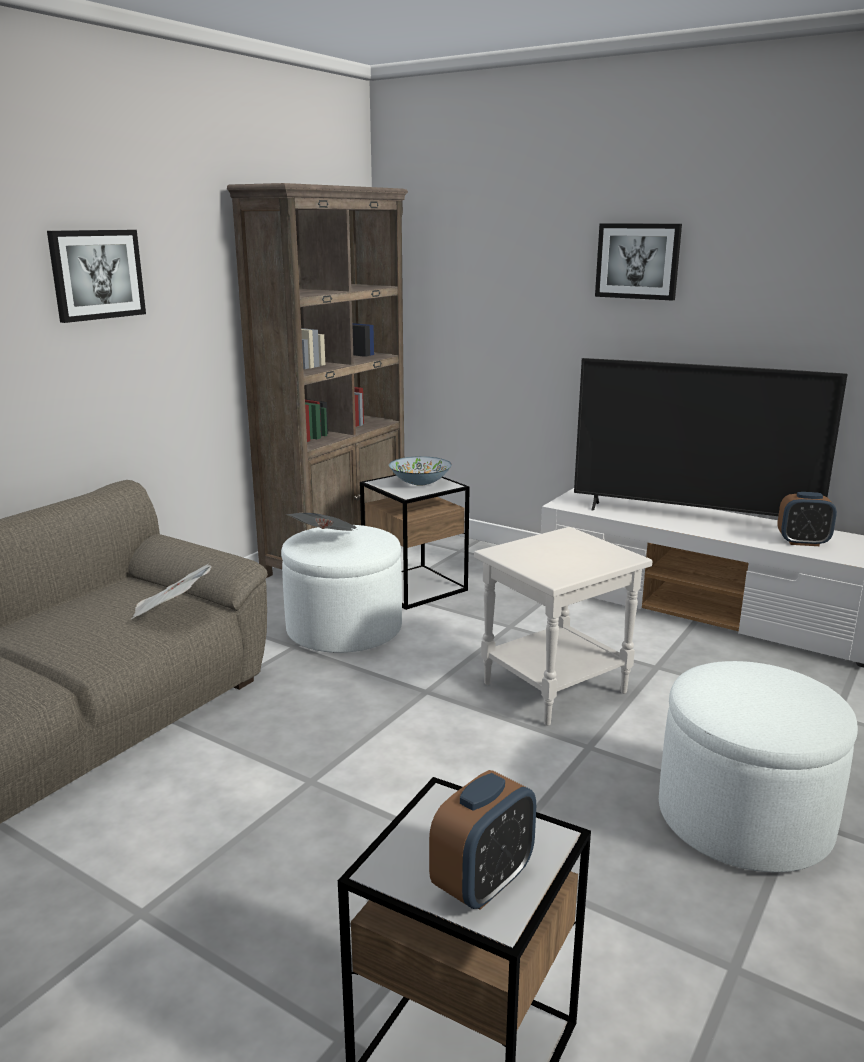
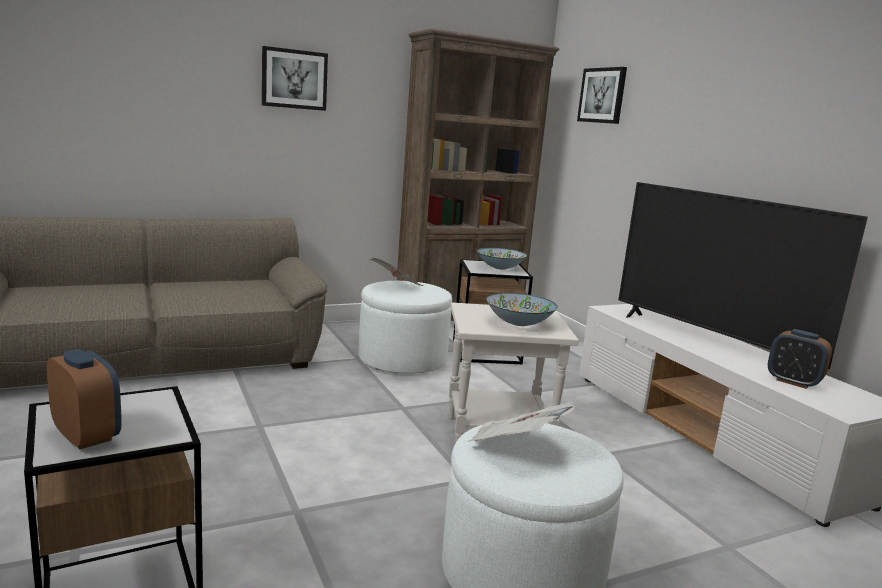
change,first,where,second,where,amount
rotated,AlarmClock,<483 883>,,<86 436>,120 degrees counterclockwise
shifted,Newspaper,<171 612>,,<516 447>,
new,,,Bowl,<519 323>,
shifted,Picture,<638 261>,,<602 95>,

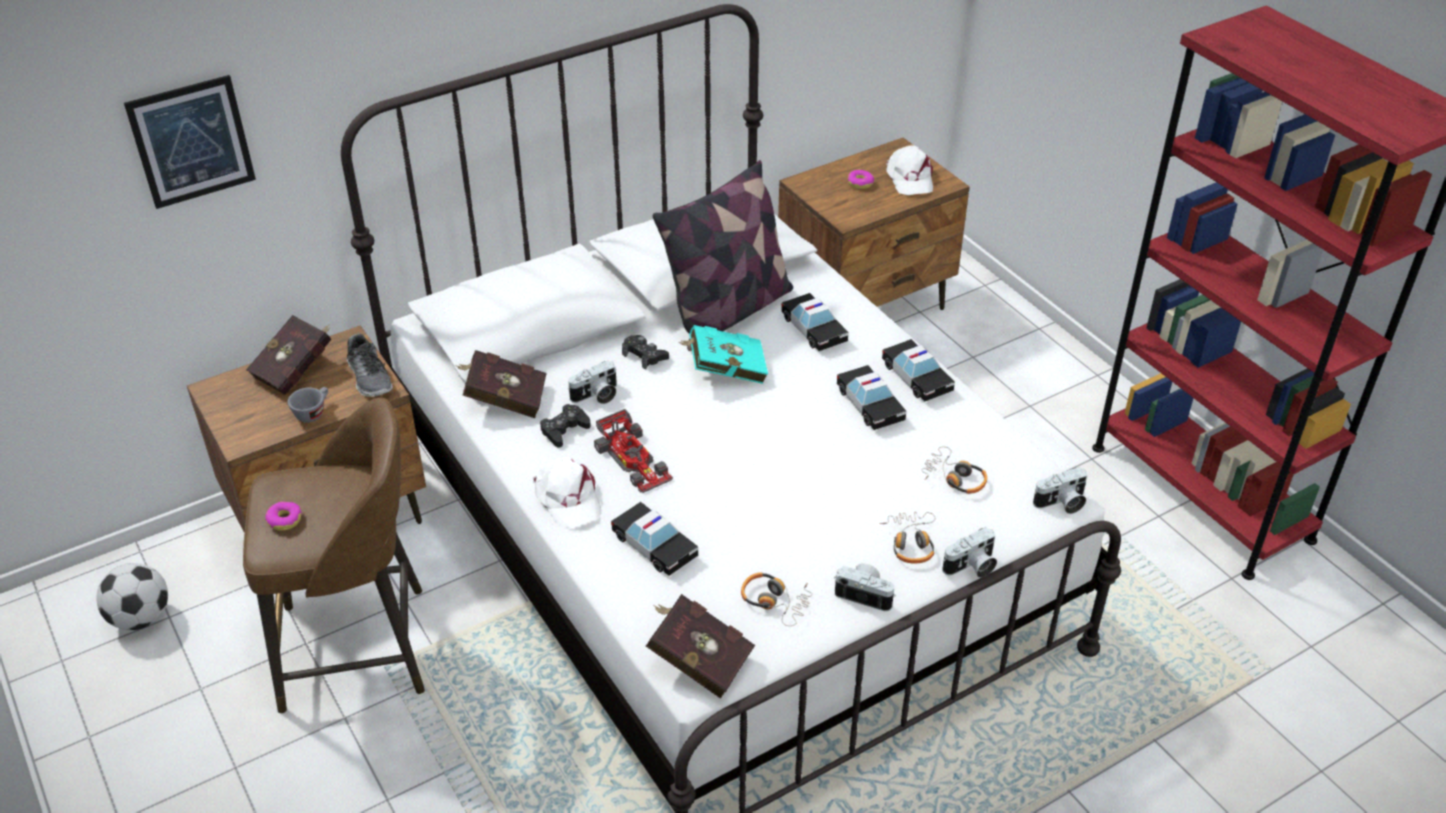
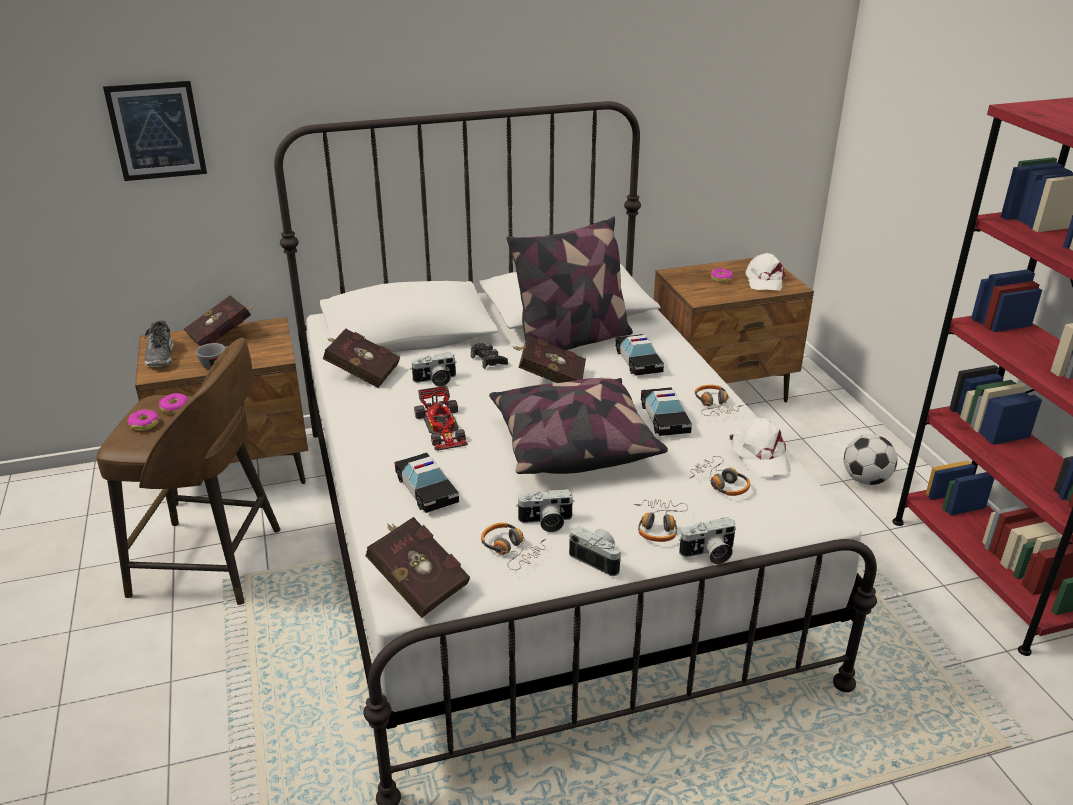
change,first,where,second,where,amount
shifted,Shoe,<370 378>,,<161 355>,
new,,,Donut,<174 408>,
new,,,Pillow,<572 445>,
repainted,TurquoiseBook,<724 370>,RedBook,<549 378>,
shifted,PhotoCamera,<1061 503>,,<546 522>,
swapped,ToyCar,<916 377>,Headphones,<714 406>,
shifted,WhiteCap,<567 498>,,<759 455>,
shifted,Football,<141 618>,,<865 480>,
gone,BlackGameController,<564 430>,,,

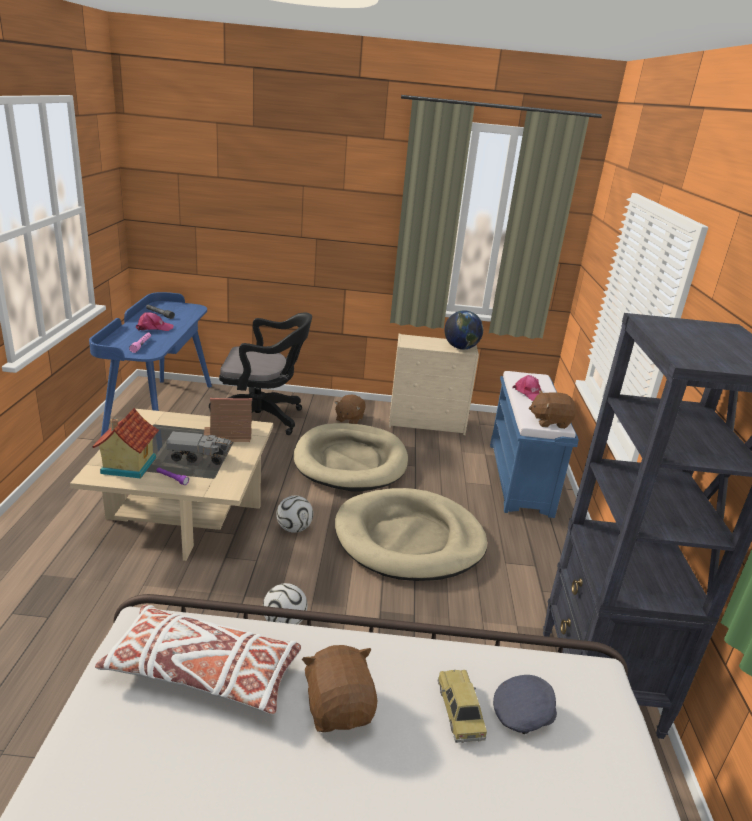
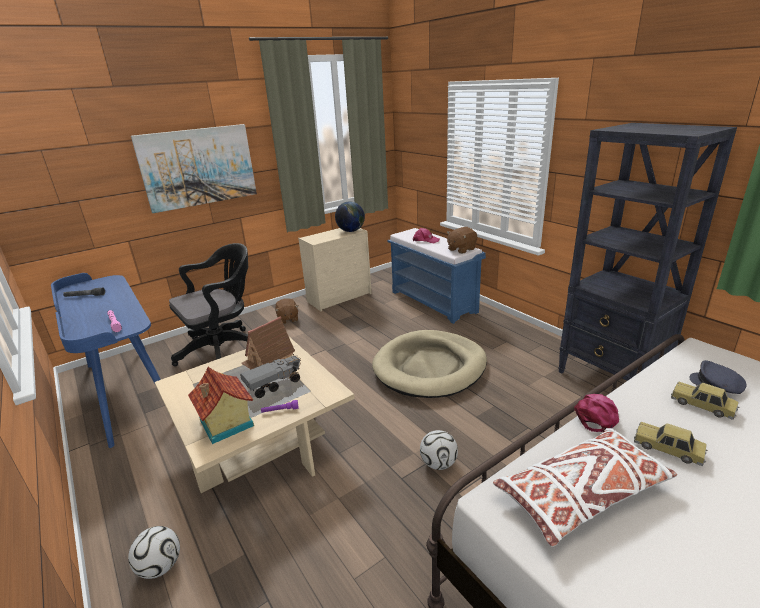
change,first,where,second,where,amount
shifted,Football,<294 528>,,<160 566>,
new,,,Picture,<198 167>,
shifted,PinkCap,<154 328>,,<597 415>,
swapped,BrownPlushToy,<339 708>,ToyCar,<668 449>,
rotated,GreyCap,<522 712>,,<716 385>,75 degrees counterclockwise
gone,BeigeDogBed,<350 461>,,,

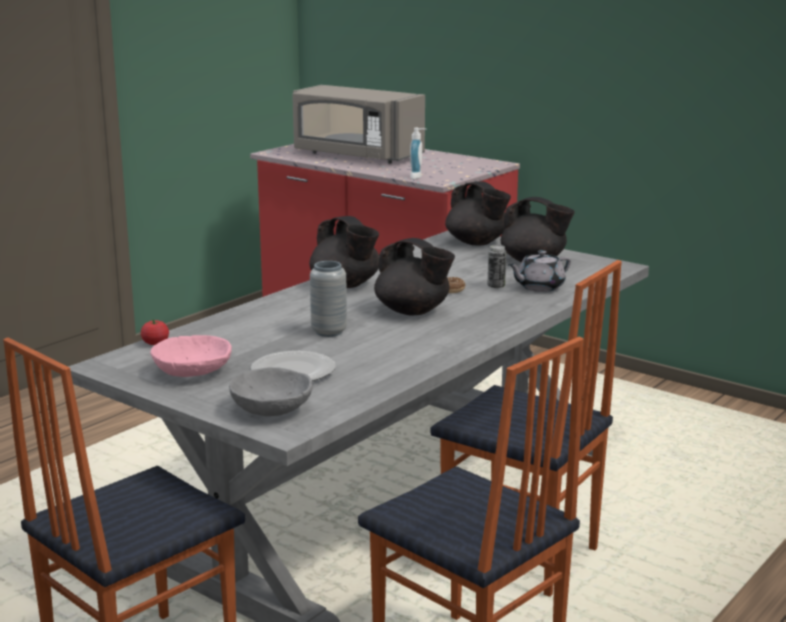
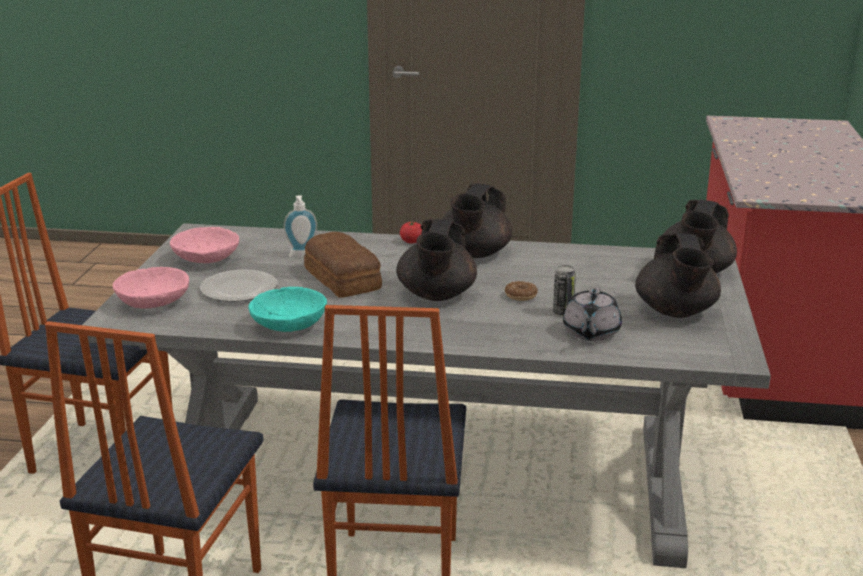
change,first,where,second,where,amount
repainted,GreyBowl,<271 409>,PinkBowl,<153 303>,
new,,,TurquoiseBowl,<289 325>,
shifted,SoapDispenser,<418 177>,,<302 256>,
swapped,GreyVase,<329 332>,Bread,<343 278>,
shifted,Tomato,<155 343>,,<411 241>,
rotated,GreyTeapot,<539 287>,,<591 332>,105 degrees counterclockwise
gone,GreyMicrowave,<356 155>,,,

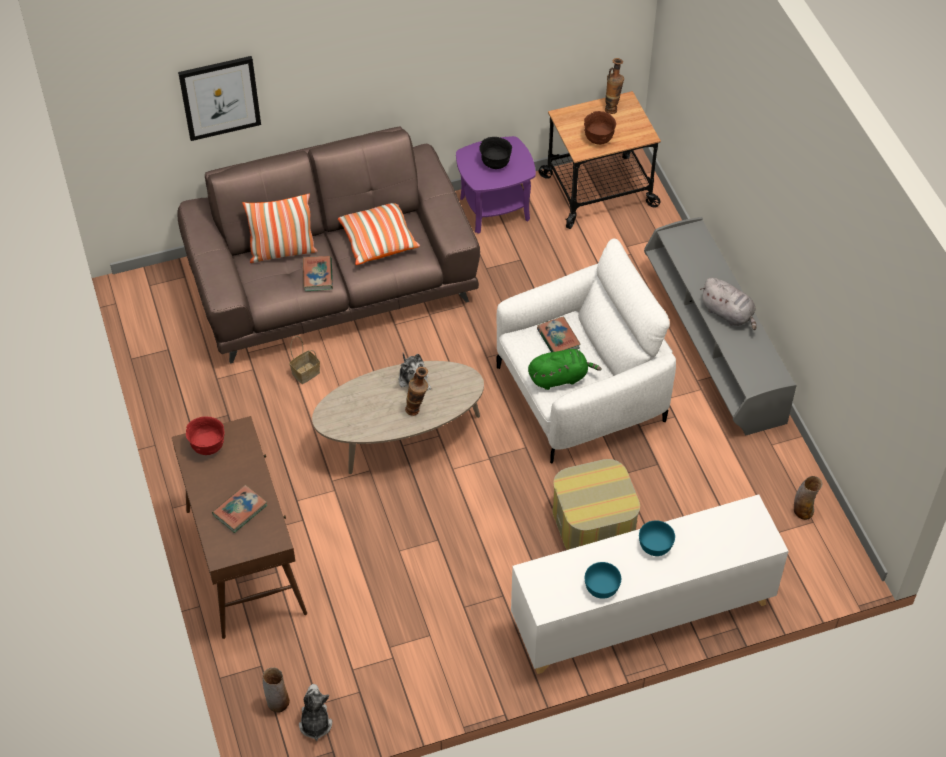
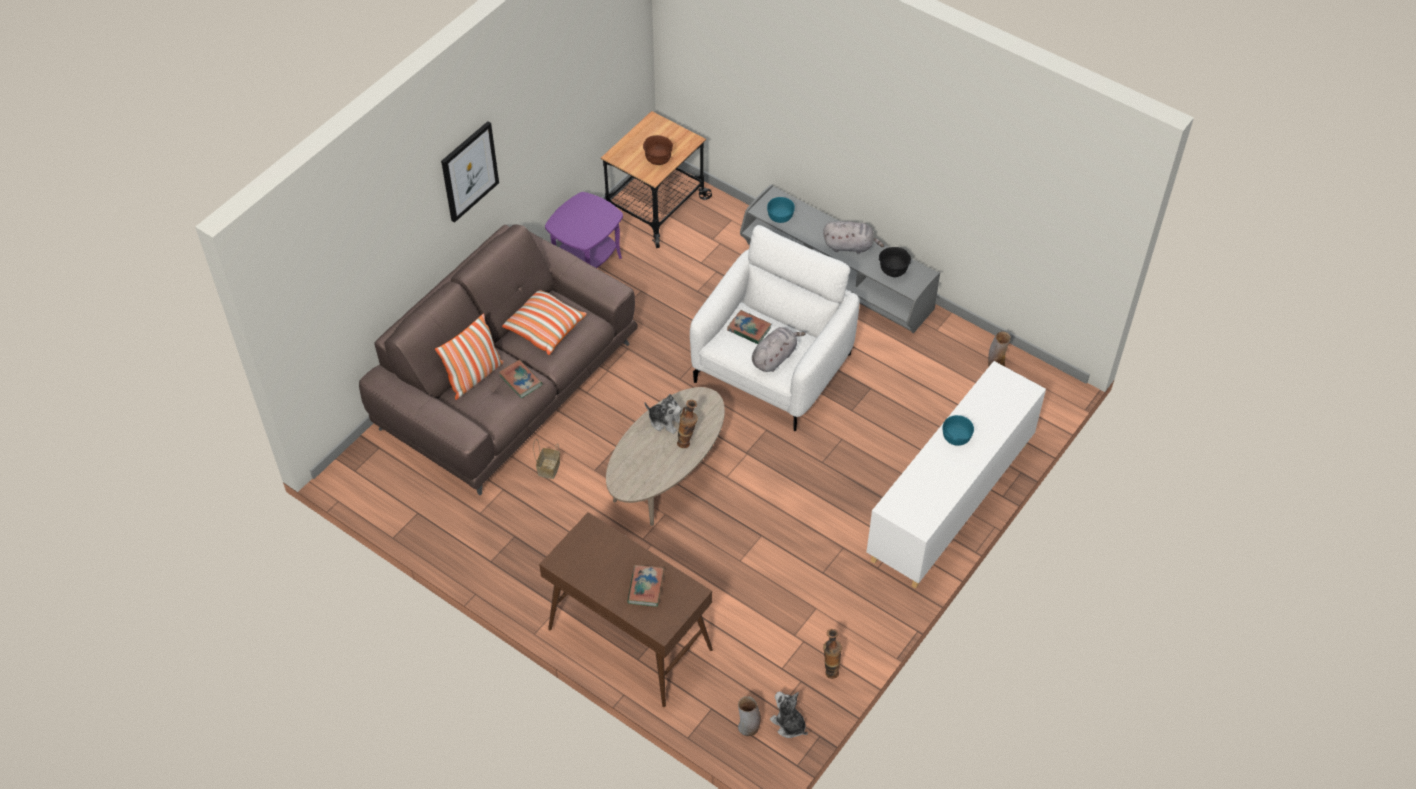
change,first,where,second,where,amount
shifted,Picture,<220 97>,,<469 171>,
repainted,GreenPlushToy,<560 378>,GreyPlushToy,<775 357>,
shifted,TurquoiseBowl,<601 586>,,<780 216>,
shifted,Vase,<612 108>,,<830 669>,
shifted,BlackBowl,<495 163>,,<893 271>,
gone,RedBowl,<208 446>,,,
gone,Ottoman,<594 521>,,,

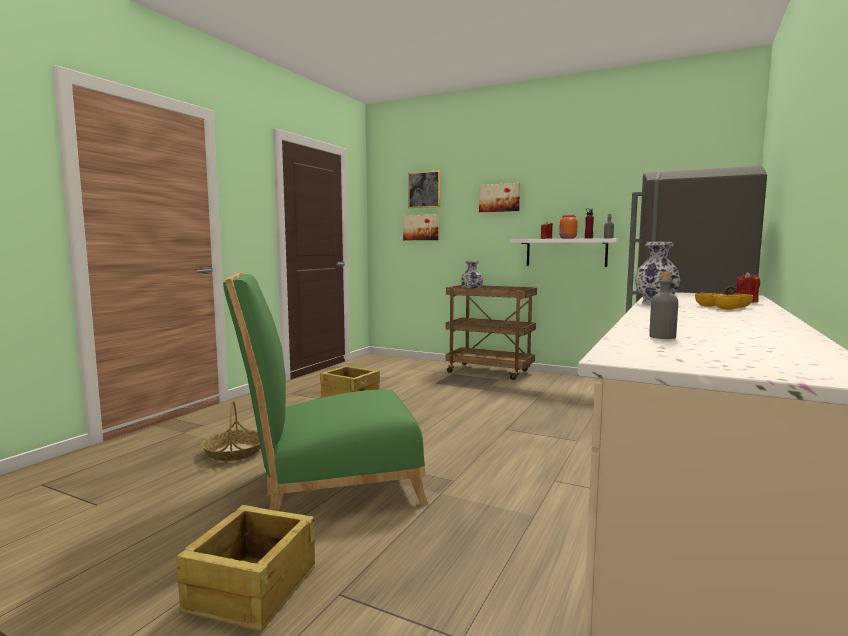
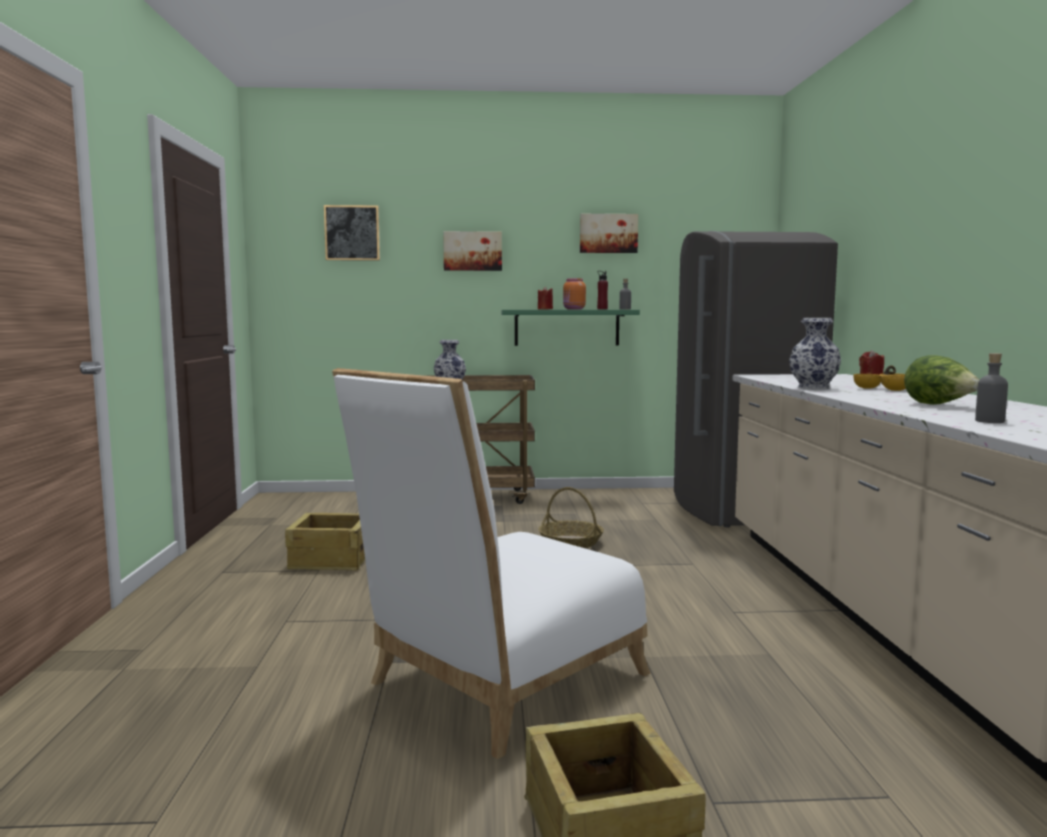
change,first,where,second,where,amount
repainted,GreenChair,<329 485>,WhiteChair,<497 684>,
repainted,WhiteShelf,<566 252>,GreenShelf,<566 327>,
shifted,Basket,<235 452>,,<571 542>,
shifted,Picture,<421 227>,,<608 233>,
new,,,Lettuce,<939 405>,

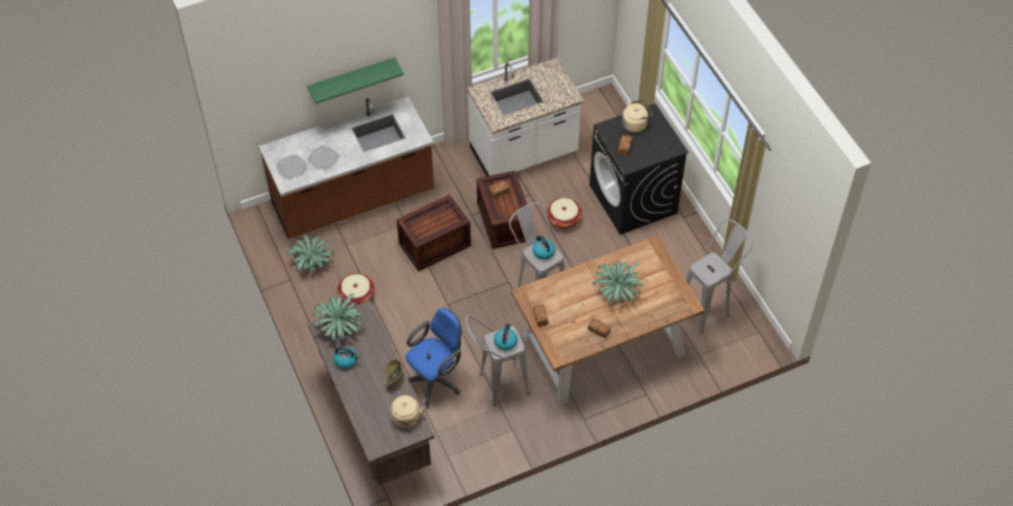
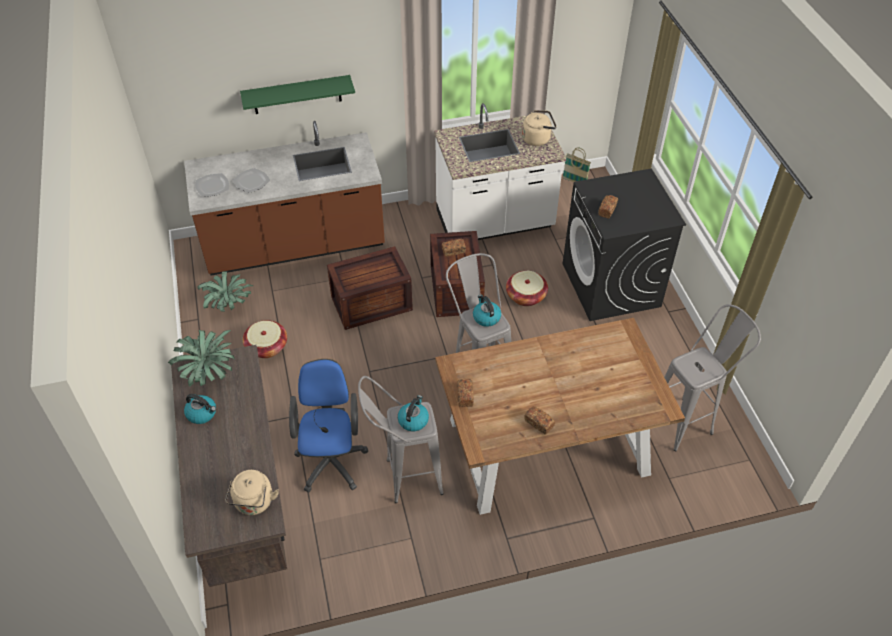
change,first,where,second,where,amount
rotated,BlueOfficeChair,<436 380>,,<331 459>,60 degrees counterclockwise
shifted,BeigeKettle,<636 124>,,<537 138>,
new,,,Basket,<574 181>,
gone,Bowl,<393 378>,,,
gone,PottedPlant,<617 292>,,,

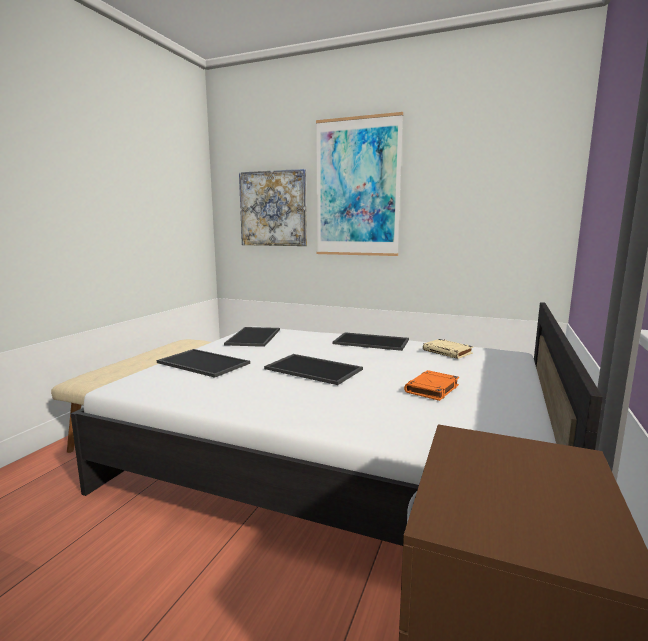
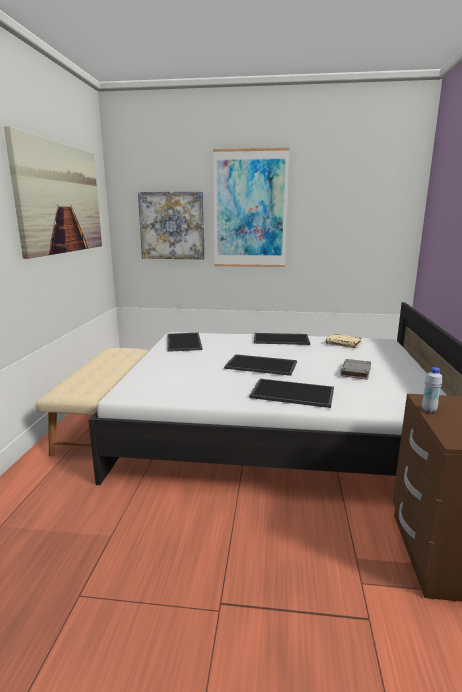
change,first,where,second,where,amount
new,,,Picture,<60 198>,
shifted,Tray,<201 363>,,<291 393>,
repainted,OrangeBook,<432 389>,GreyBook,<355 372>,
new,,,WhiteBottle,<428 410>,

